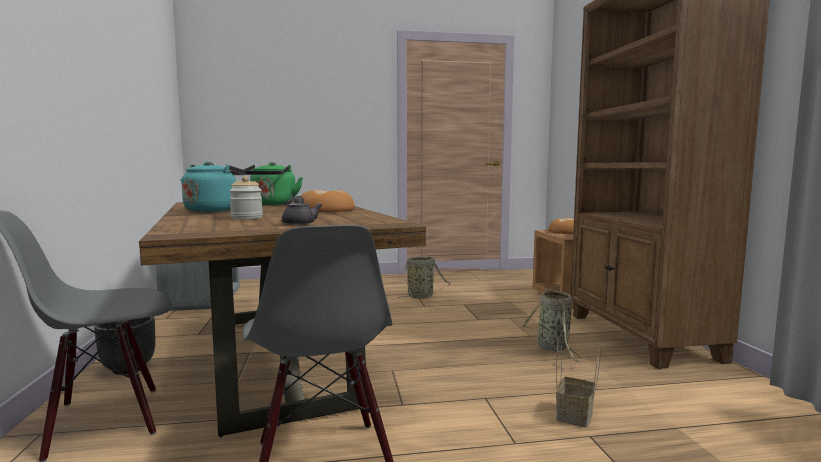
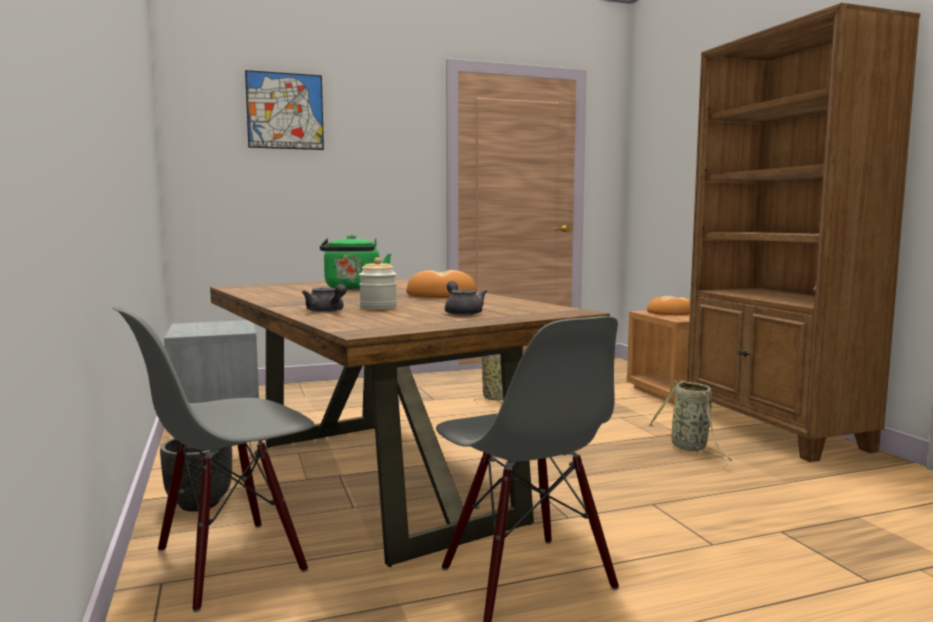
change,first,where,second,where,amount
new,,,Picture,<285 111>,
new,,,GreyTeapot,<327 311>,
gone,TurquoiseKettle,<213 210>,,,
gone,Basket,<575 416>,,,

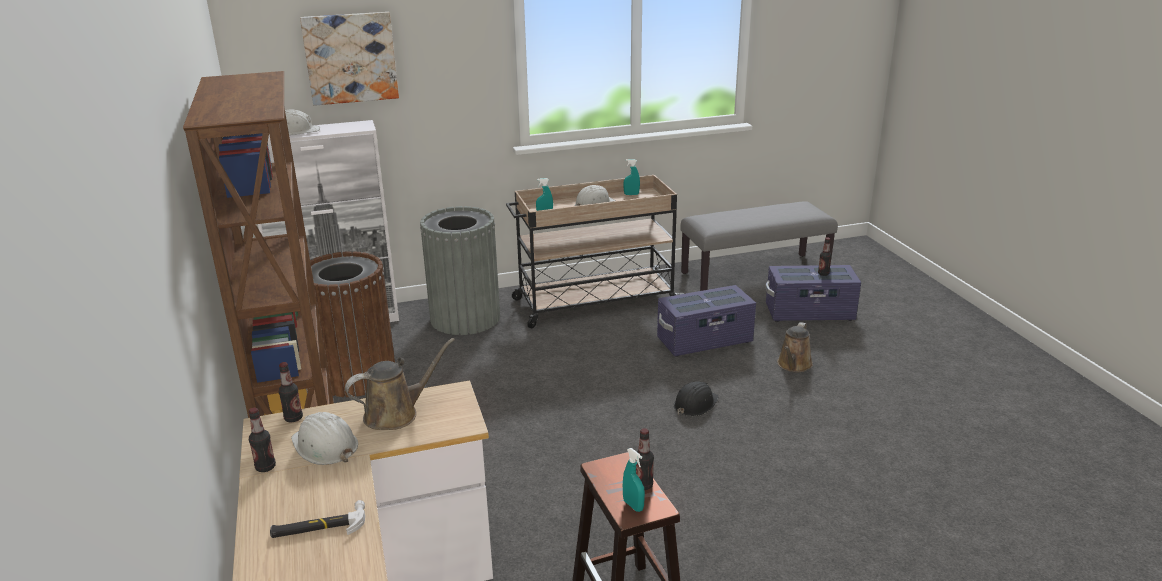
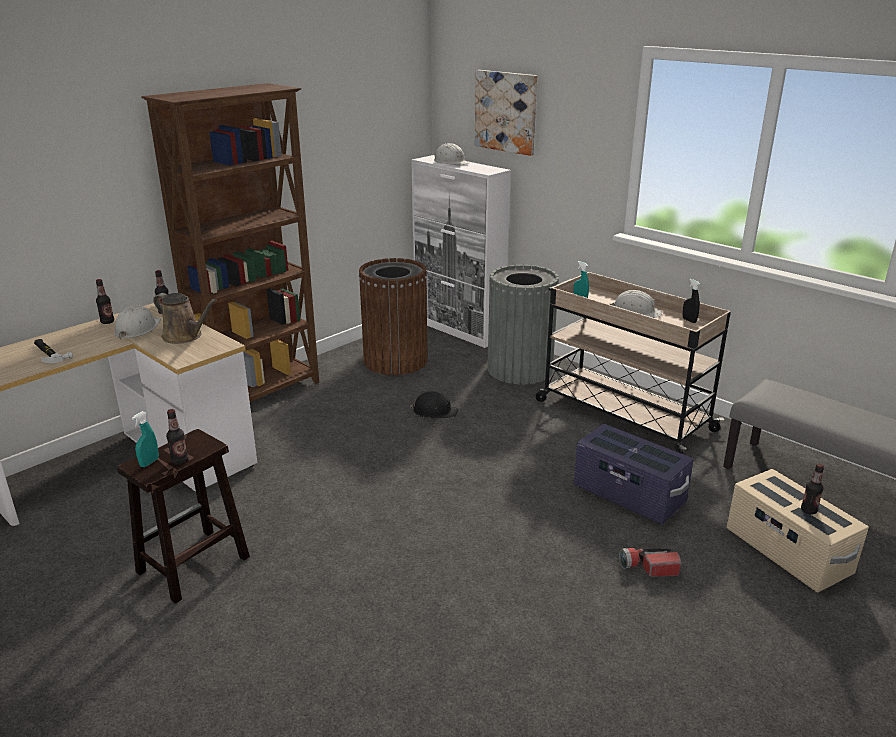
change,first,where,second,where,amount
shifted,BlackHardHat,<695 404>,,<434 411>,
swapped,BrownWateringCan,<793 365>,Flashlight,<649 567>,
repainted,TurquoiseSprayBottle,<631 194>,BlackSprayBottle,<689 320>,
repainted,PurpleStorageBox,<810 313>,BeigeStorageBox,<787 552>,

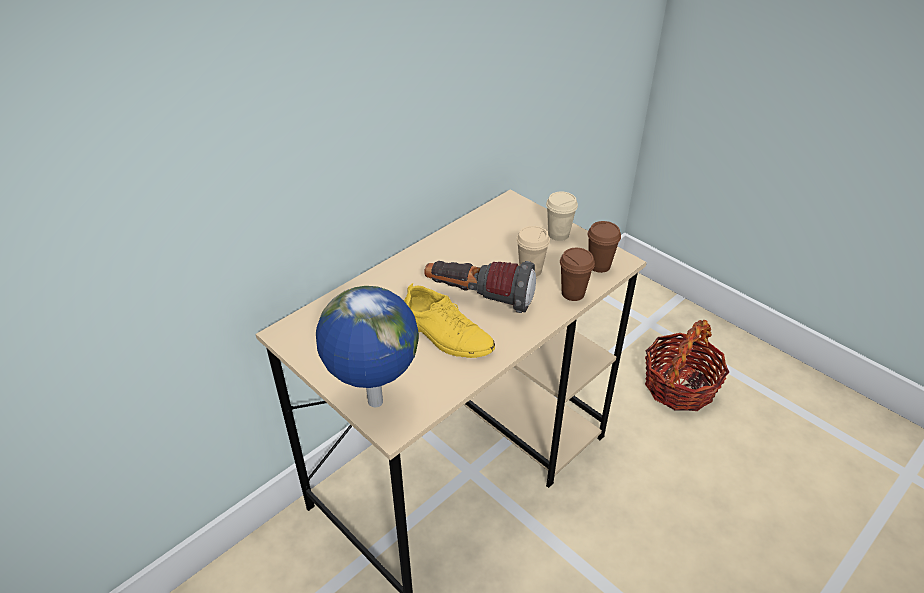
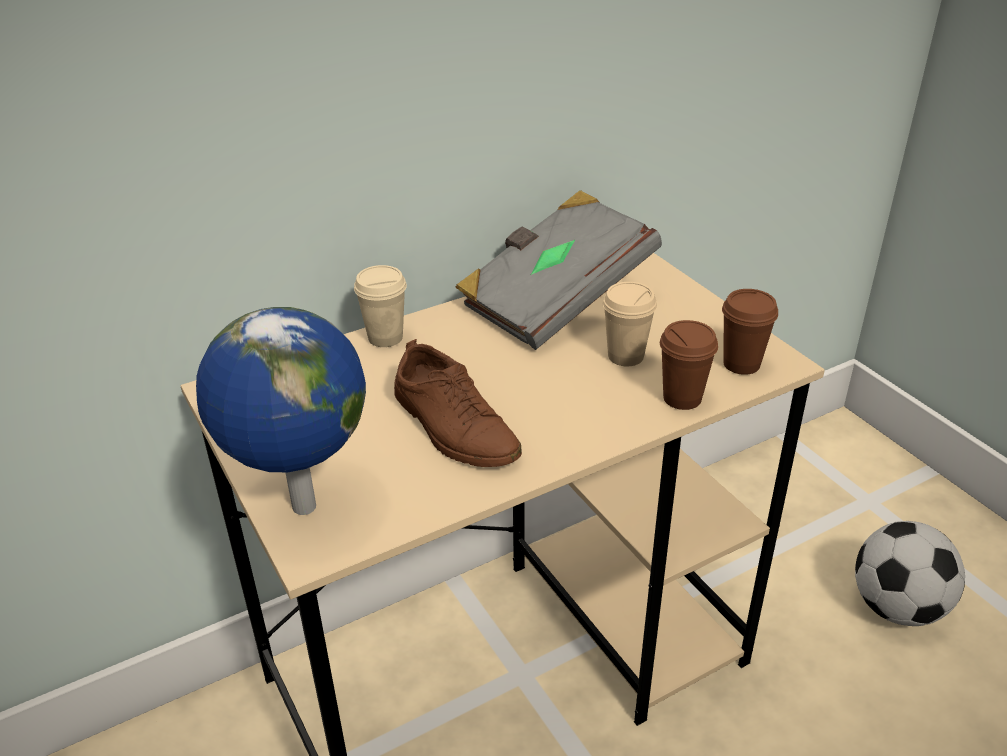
change,first,where,second,where,amount
shifted,BeigeCup,<558 234>,,<385 338>,
repainted,YellowShoe,<445 334>,BrownShoe,<454 426>,
new,,,GreyBook,<555 300>,
swapped,Basket,<679 386>,Football,<897 608>,
gone,Flashlight,<479 298>,,,

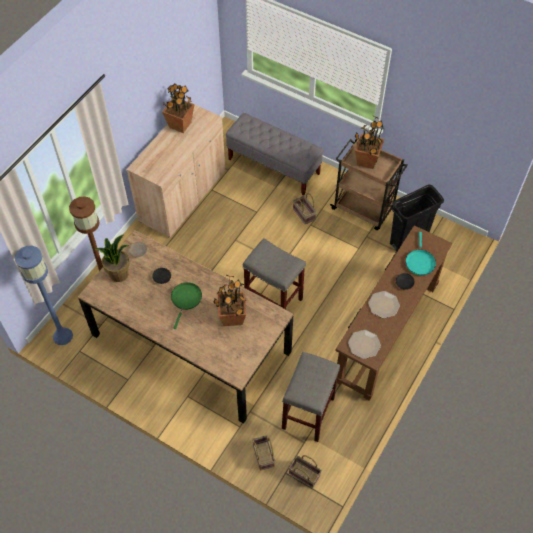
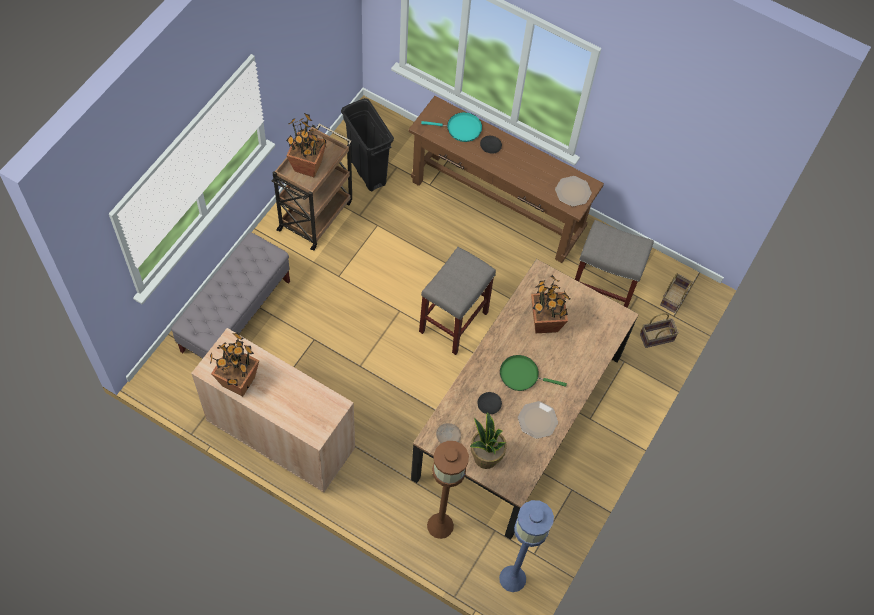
change,first,where,second,where,amount
shifted,Plate,<384 304>,,<537 420>,
gone,Basket,<304 214>,,,

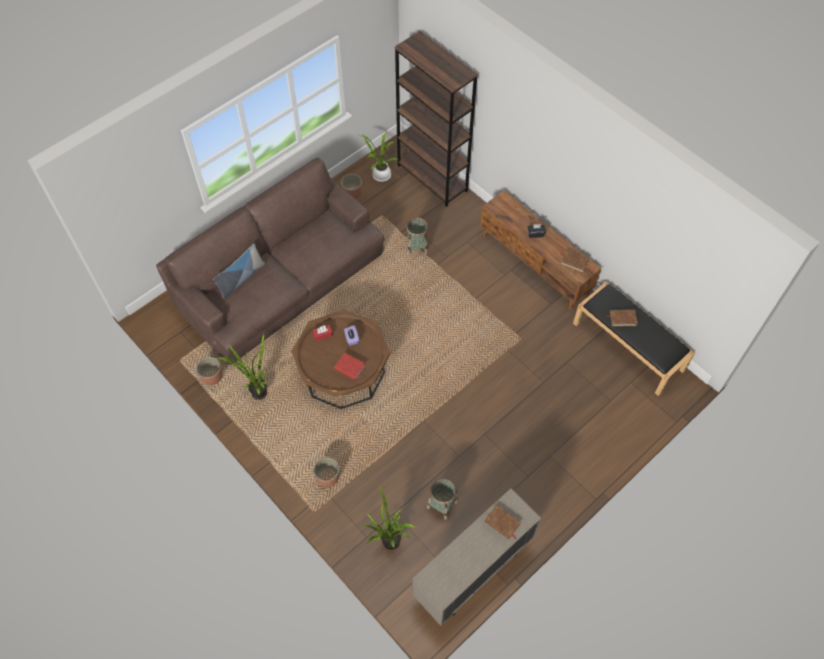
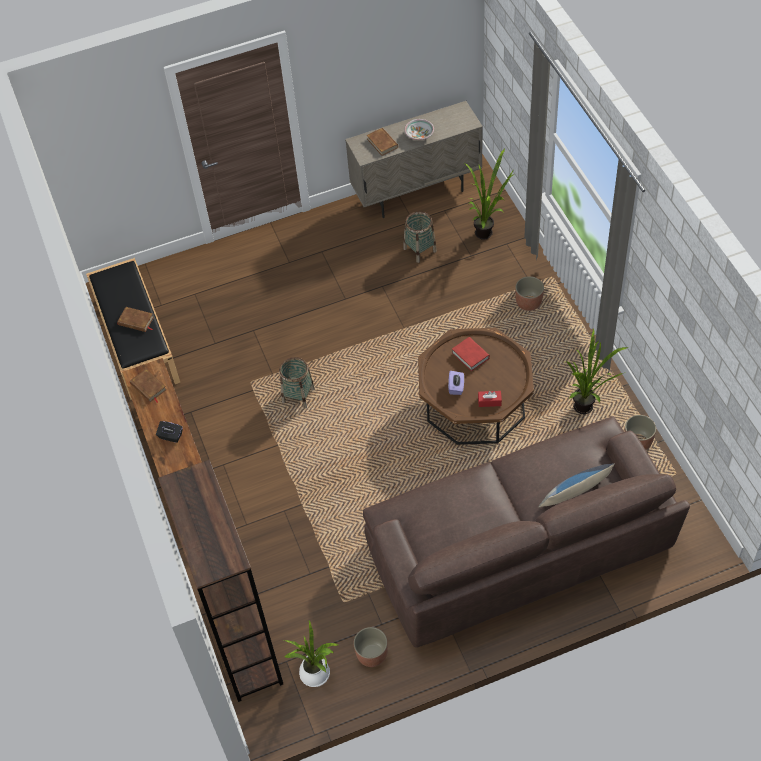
change,first,where,second,where,amount
shifted,Basket,<417 246>,,<298 395>,
new,,,Bowl,<419 135>,

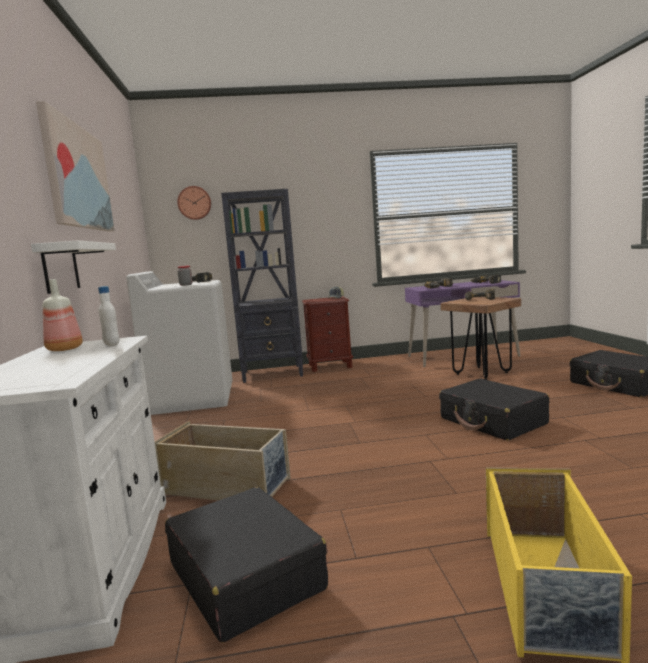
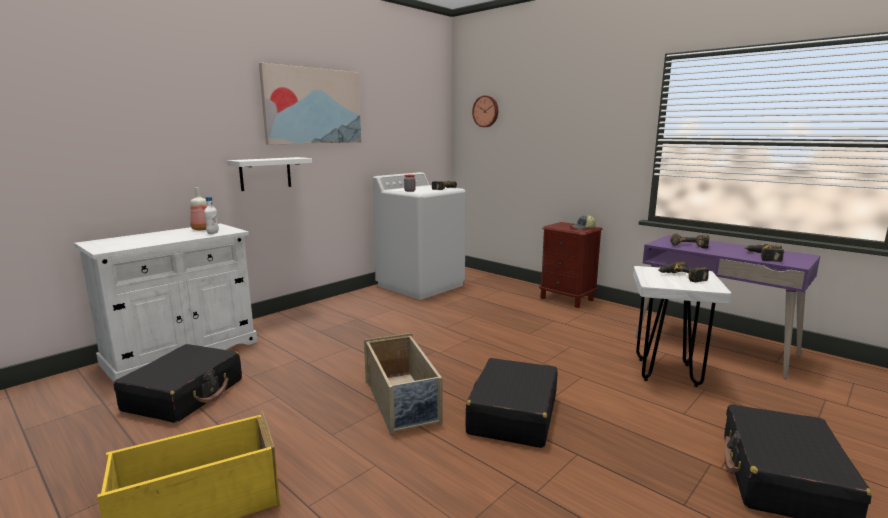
change,first,where,second,where,amount
shifted,BeigeStorageBox,<228 486>,,<402 402>,
repainted,BrownStool,<482 373>,WhiteStool,<666 372>,
gone,BlackBookcase,<273 374>,,,

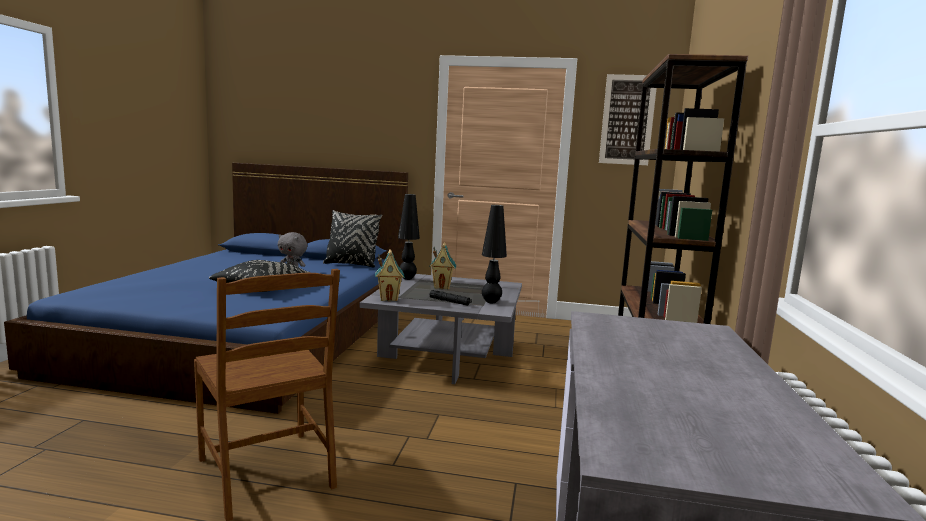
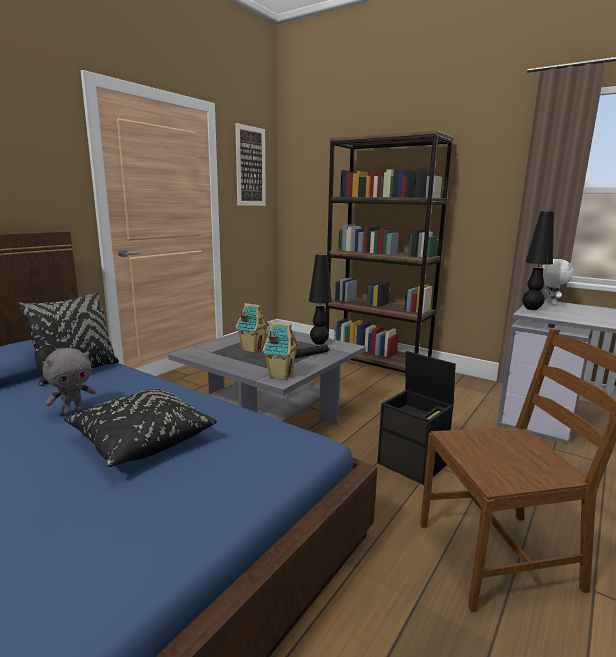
change,first,where,second,where,amount
new,,,BlackStorageBox,<413 464>,
shifted,BlackTableLamp,<407 278>,,<532 309>,
new,,,WhitePlushToy,<550 303>,

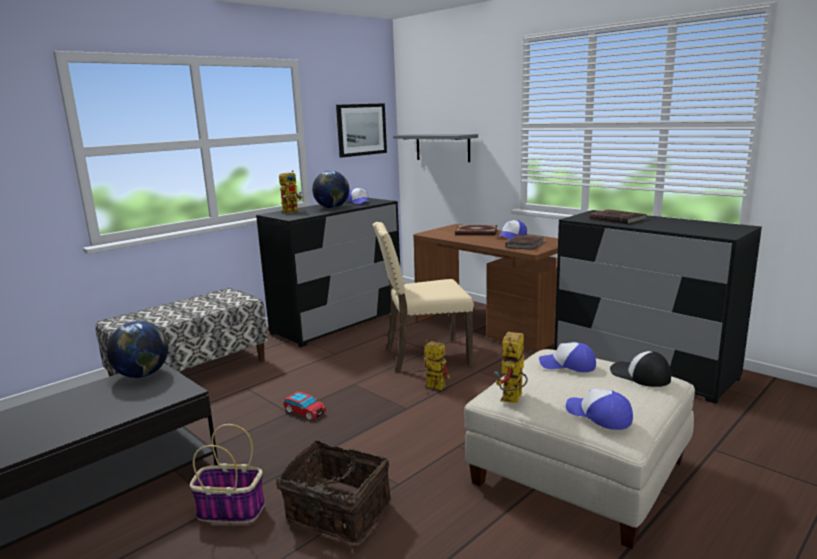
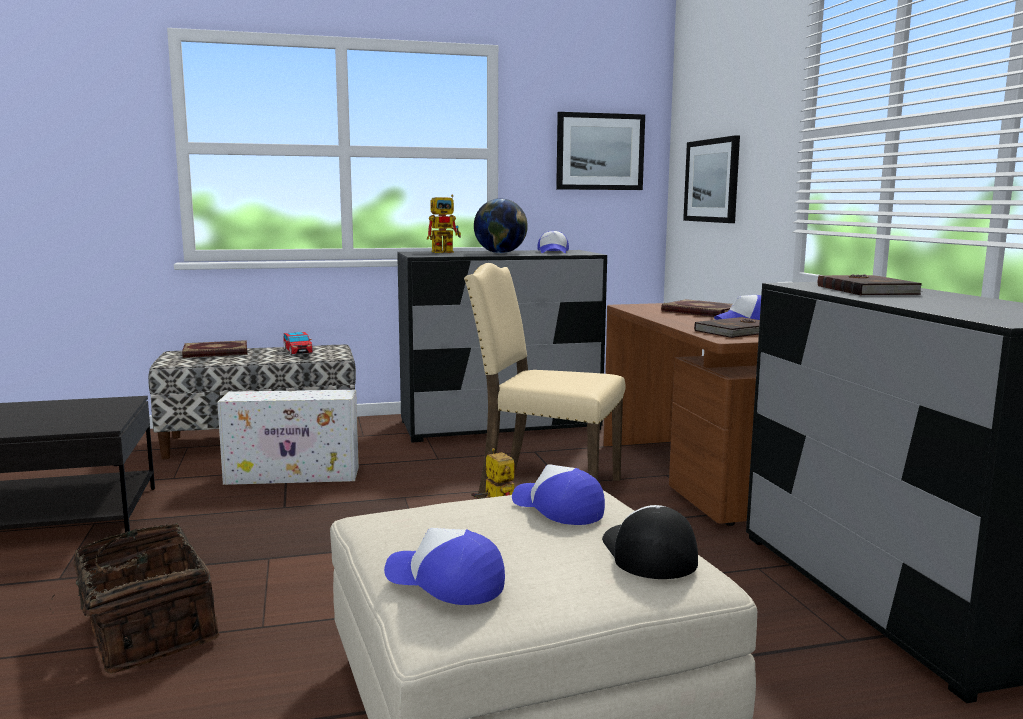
change,first,where,second,where,amount
new,,,Book,<215 353>,
new,,,WhiteStorageBox,<295 476>,
shifted,ToyCar,<305 412>,,<298 351>,
rotated,Cap,<599 416>,,<445 582>,45 degrees counterclockwise
swapped,GreyShelf,<442 147>,Picture,<712 180>,
gone,Globe,<142 375>,,,
gone,Basket,<229 511>,,,
gone,ToyRobot,<513 400>,,,

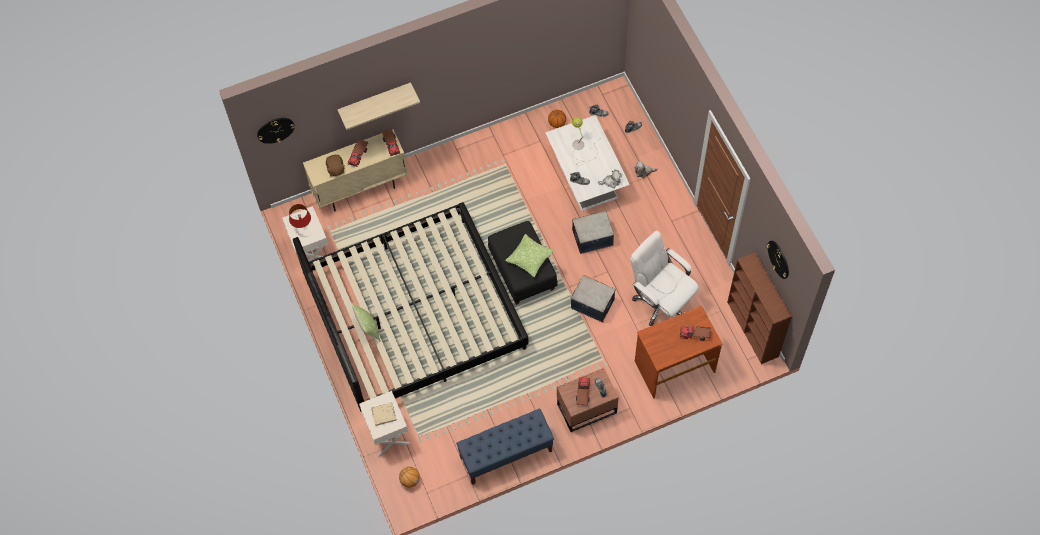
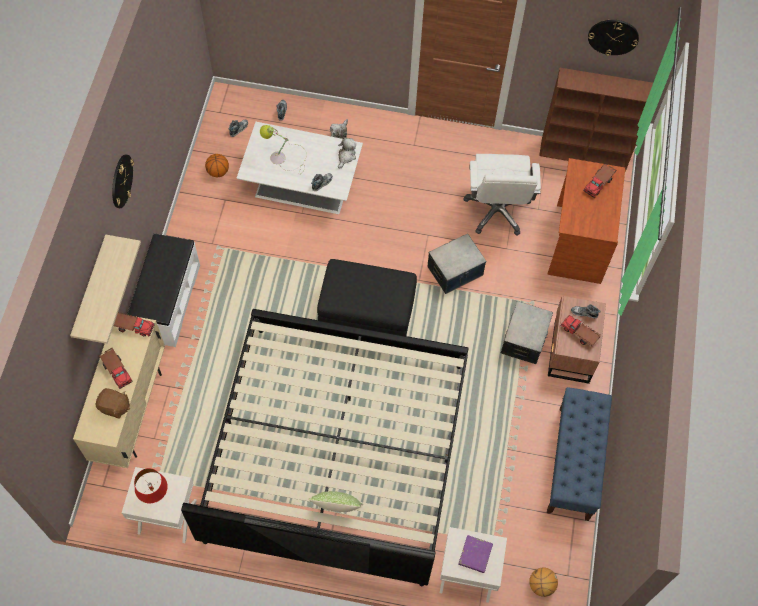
change,first,where,second,where,amount
shifted,WallClock,<275 130>,,<121 181>,
new,,,WhiteBench,<167 302>,
repainted,BeigeBook,<384 414>,PurpleBook,<475 554>,
rotated,WhiteOfficeChair,<660 302>,,<497 210>,75 degrees counterclockwise
shifted,StorageBox,<592 238>,,<524 339>,
gone,Pillow,<529 258>,,,

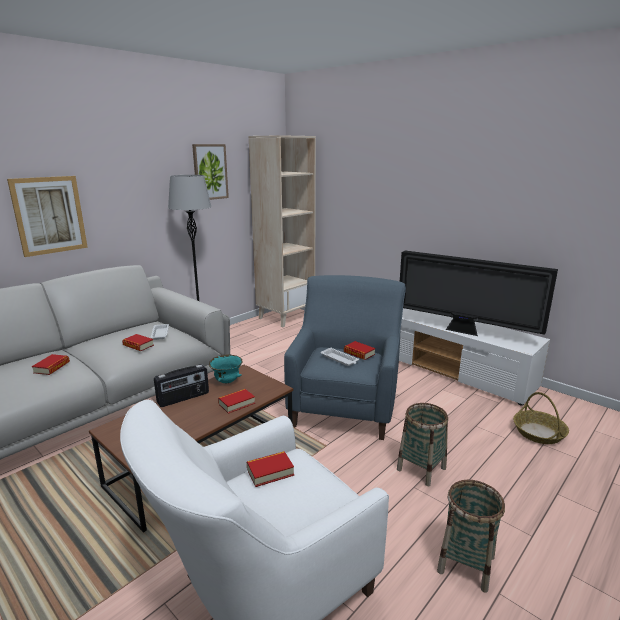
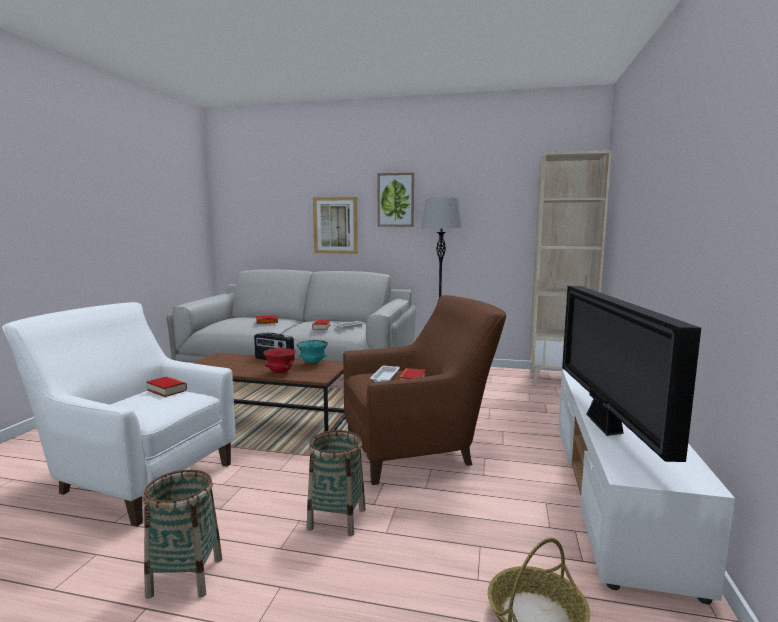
change,first,where,second,where,amount
swapped,Book,<236 404>,RedBowl,<280 373>,
repainted,BlueArmchair,<346 404>,BrownArmchair,<420 450>,
shifted,Picture,<210 172>,,<396 200>,

